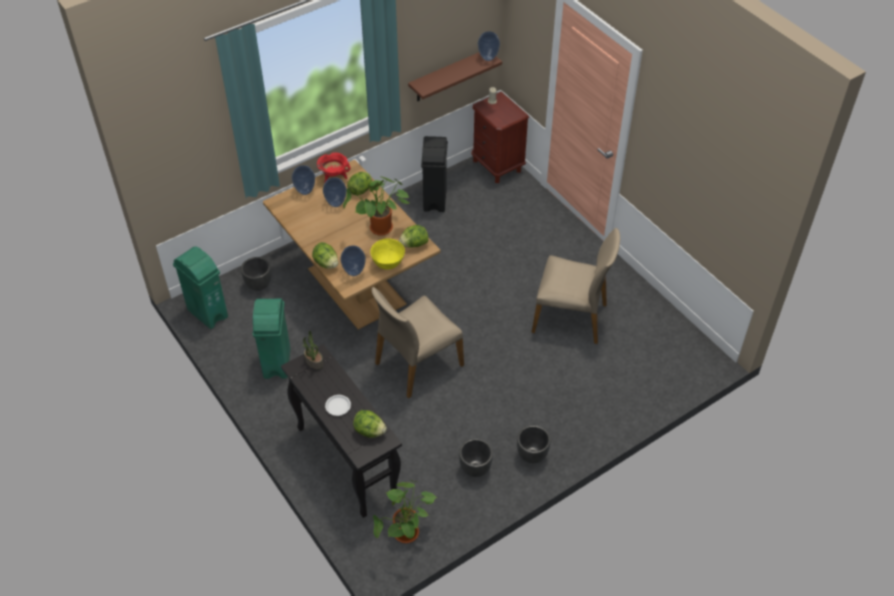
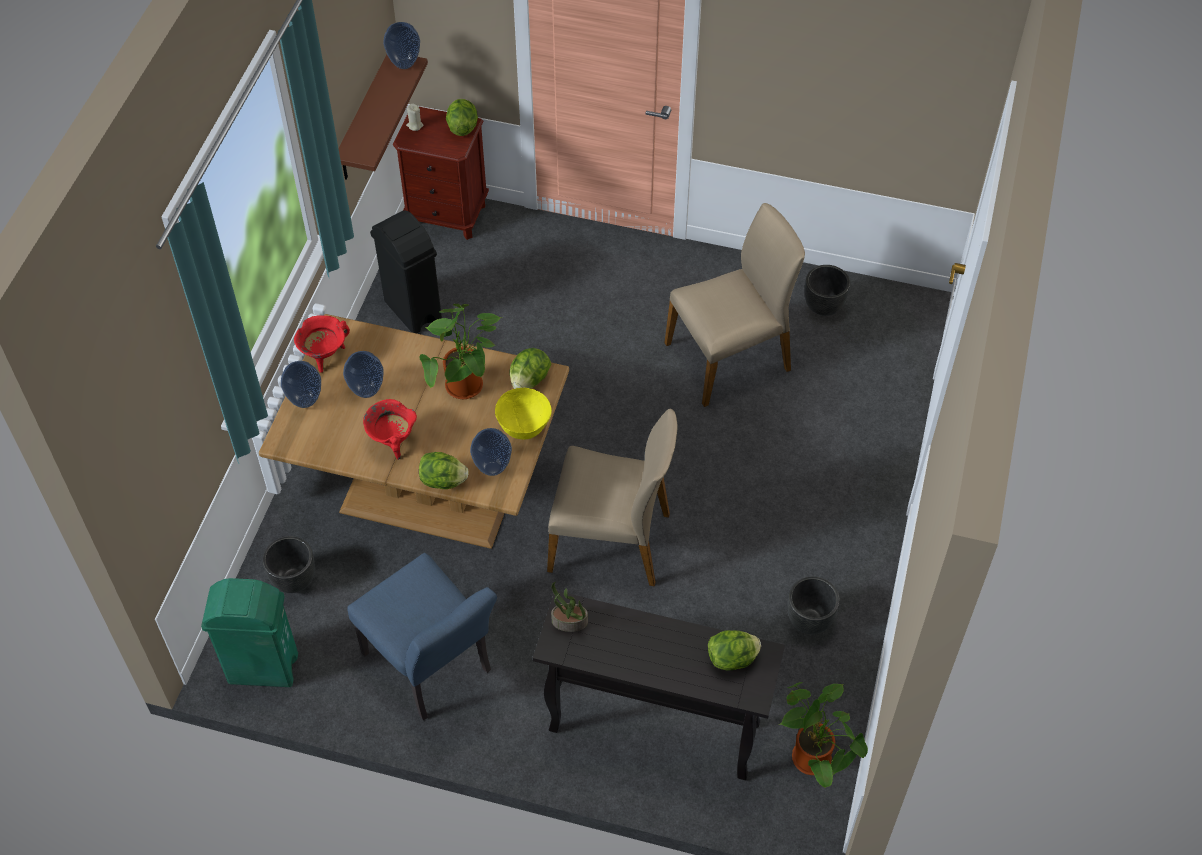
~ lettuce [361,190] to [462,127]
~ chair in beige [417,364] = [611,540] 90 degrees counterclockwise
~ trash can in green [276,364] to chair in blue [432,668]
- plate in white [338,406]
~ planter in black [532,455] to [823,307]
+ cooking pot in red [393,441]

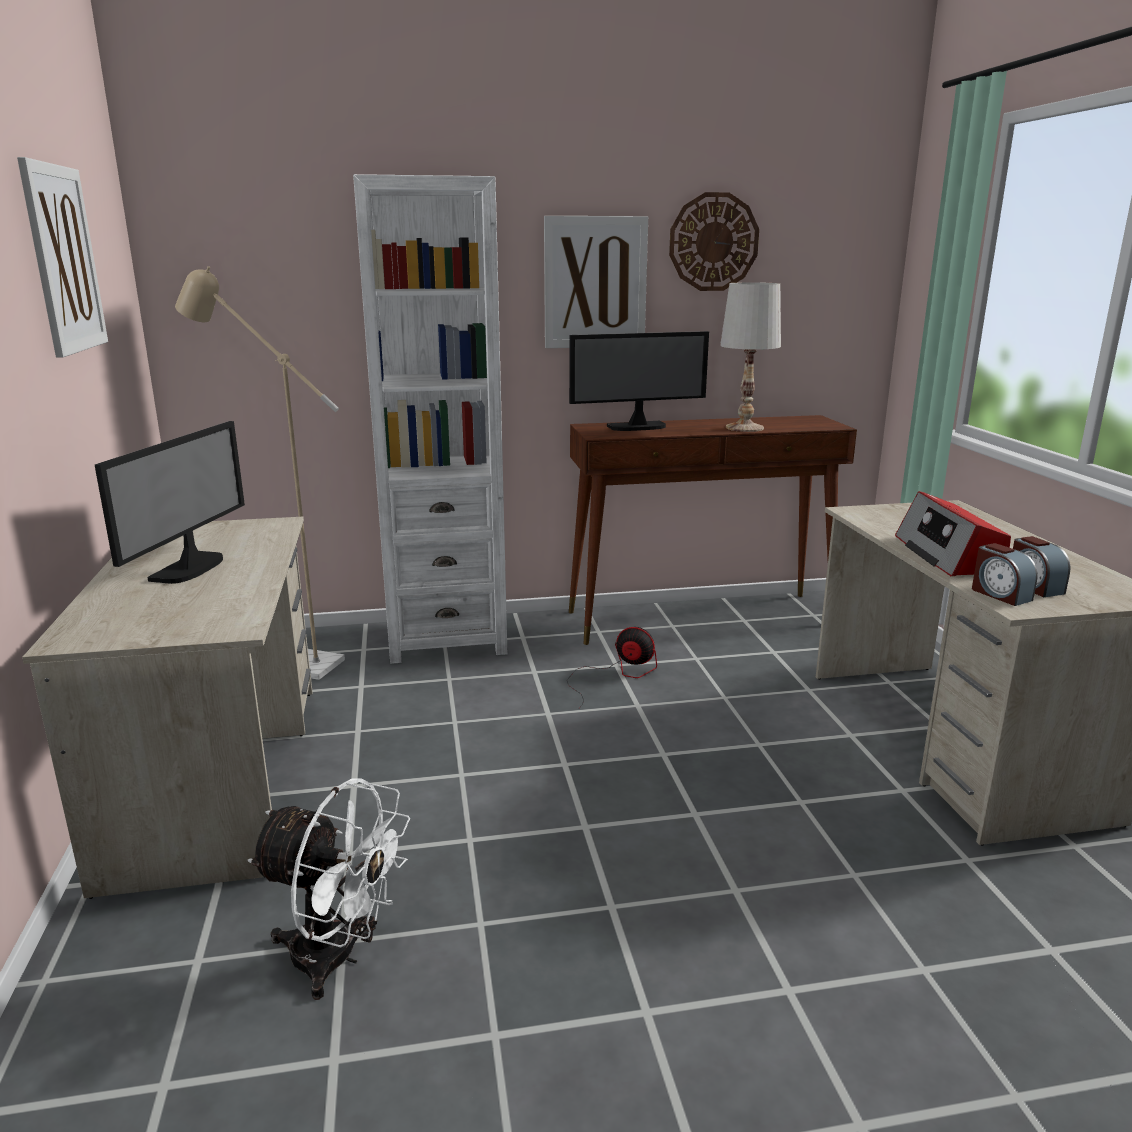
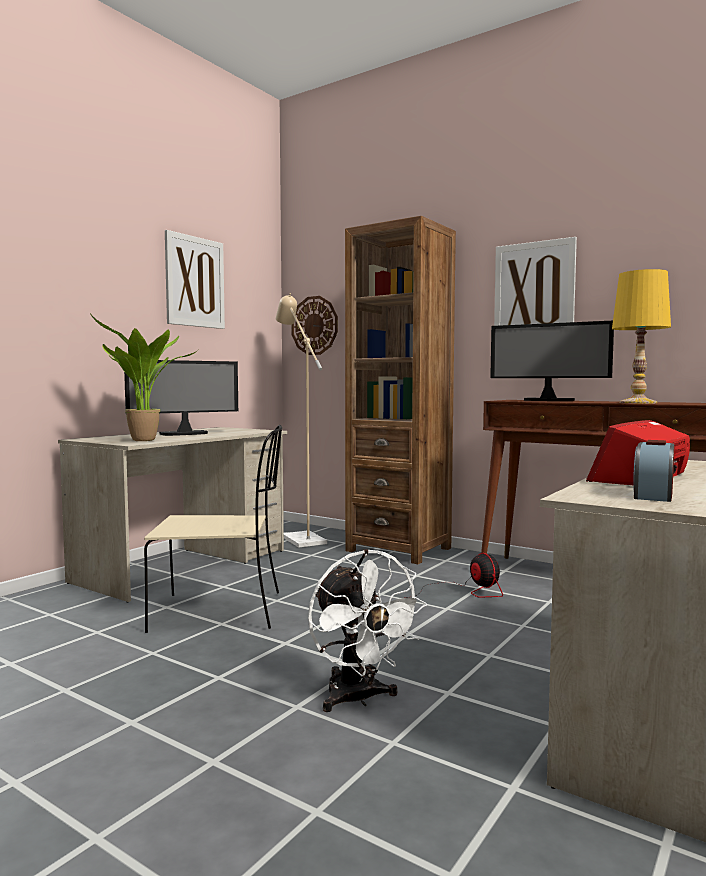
~ bookcase in white [446,638] to bookcase in brown [399,549]
~ wall clock [713,242] to [314,325]
~ table lamp in white [744,428] to table lamp in yellow [637,402]
- alarm clock [1000,594]
~ fan in white [339,958] to [358,699]
+ potted plant [143,441]
+ chair in beige [221,611]

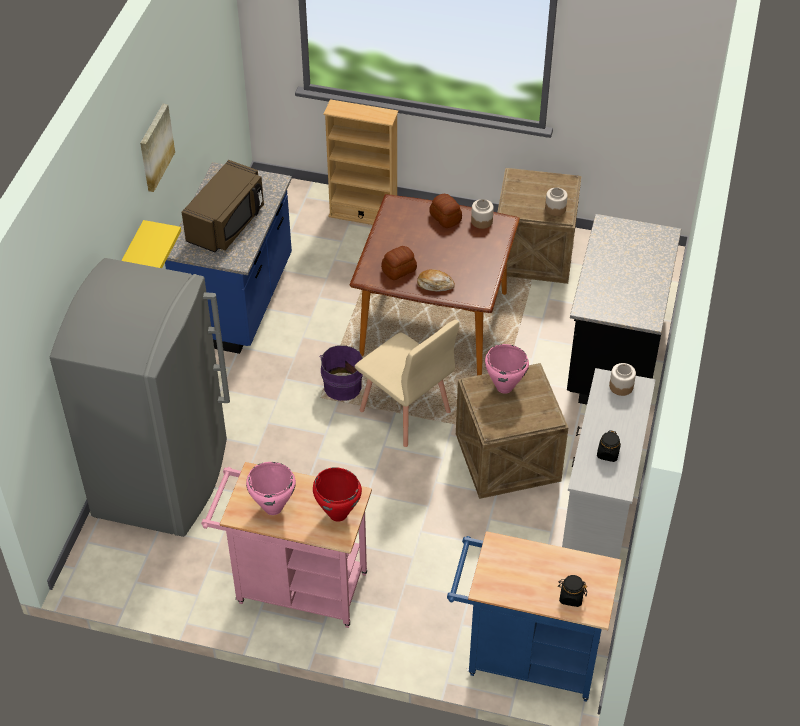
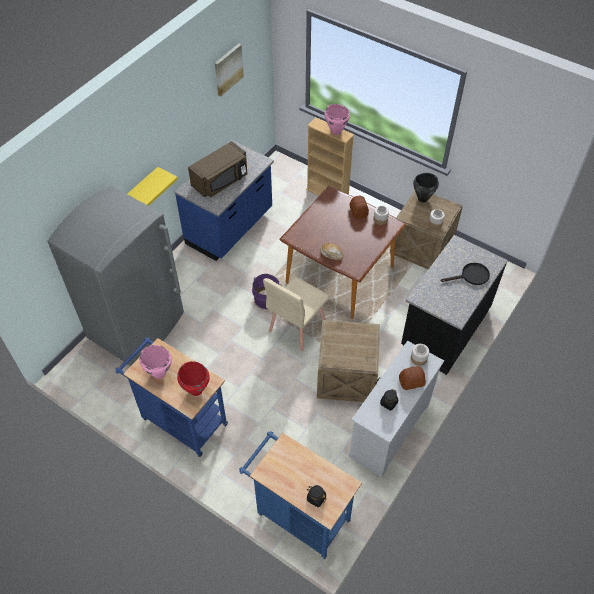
~ picture [155,147] to [228,69]
~ bread [399,270] to [412,382]
~ chair in beige [405,412] = [296,327] 60 degrees clockwise
~ cooking pot in pink [504,387] to [336,131]
~ cart in pink [294,587] to cart in blue [180,419]
+ cooking pot in black [422,198]
+ frying pan in black [471,276]

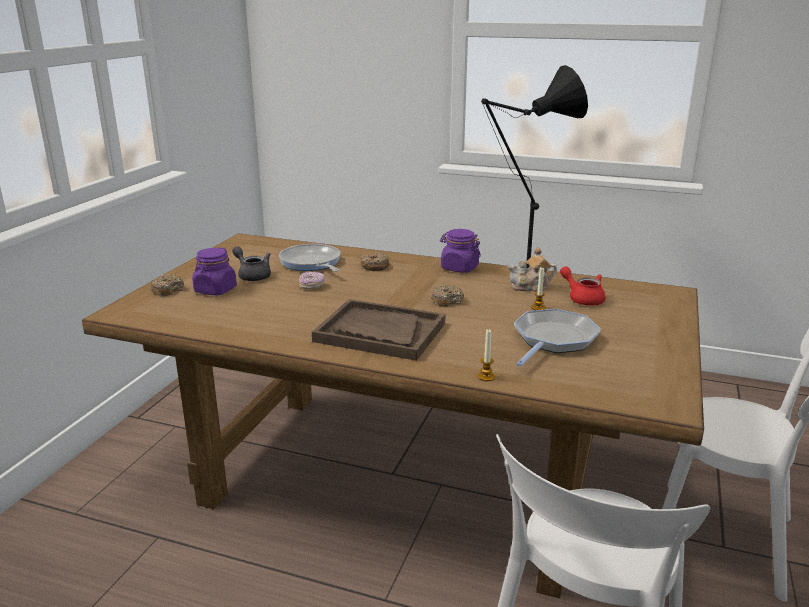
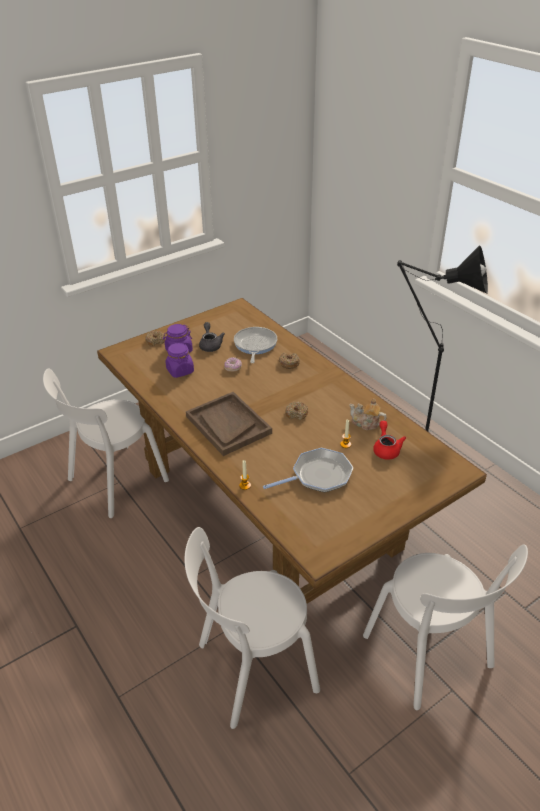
~ jar in purple [459,268] to [180,370]
+ chair in white [114,482]

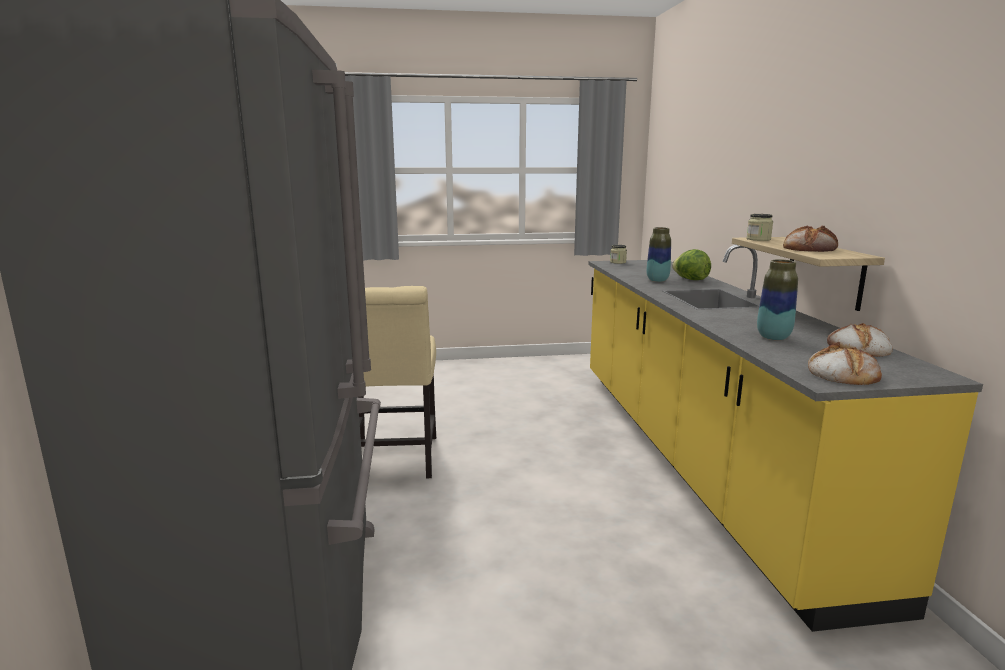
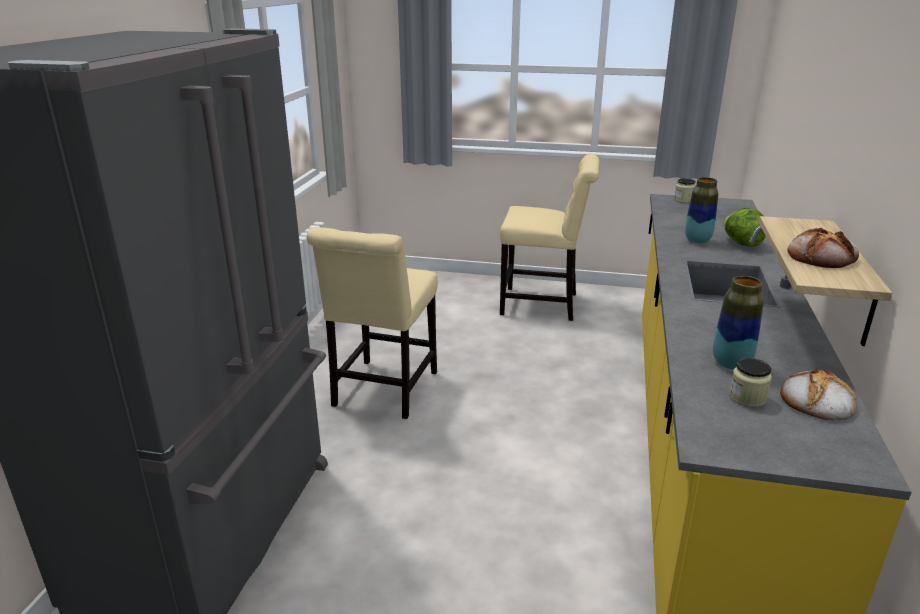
~ jar [758,239] to [747,398]
- bread [841,373]
+ chair in beige [544,305]

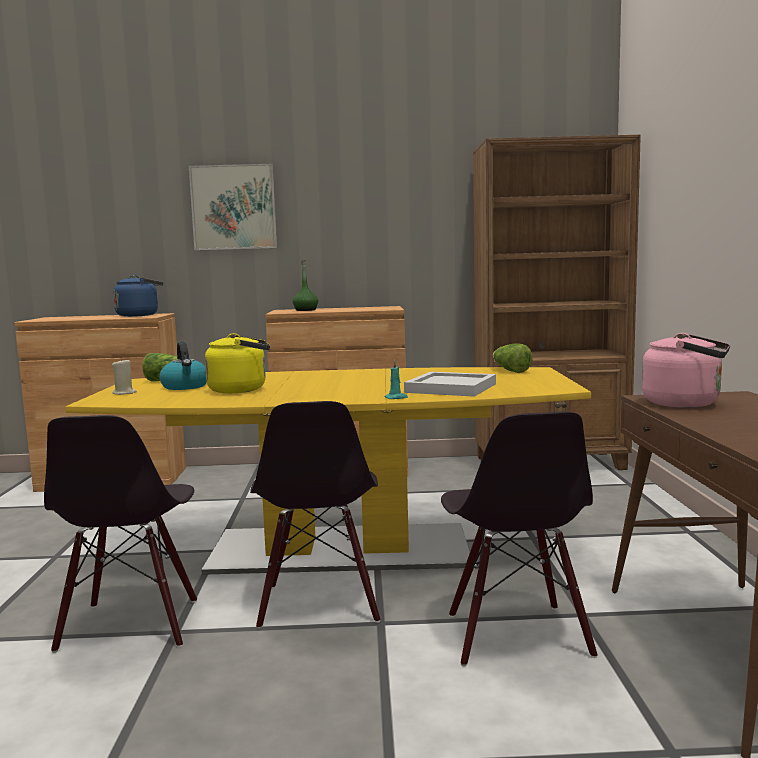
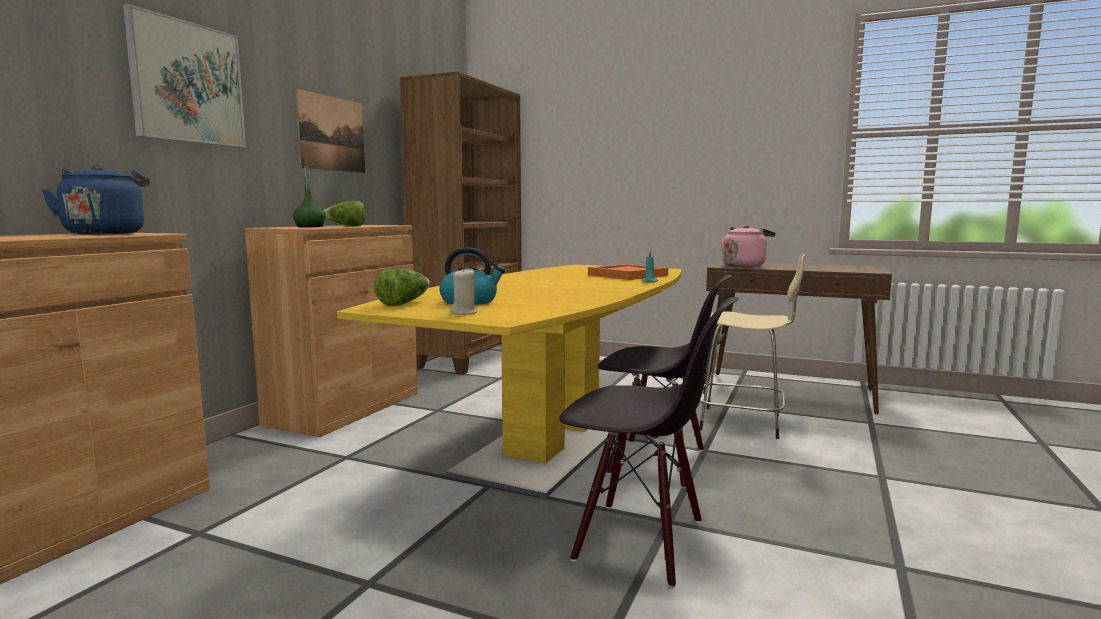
- kettle in yellow [241,390]
~ lettuce [510,371] to [346,226]
~ tray in white [450,388] to tray in orange [626,275]
~ chair in black [516,635] to stool in beige [744,423]
+ picture [332,134]

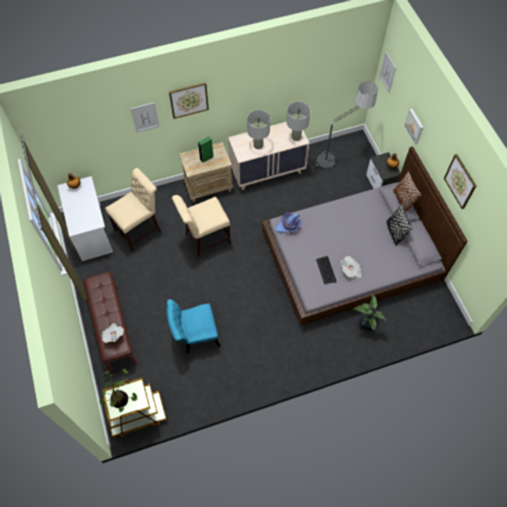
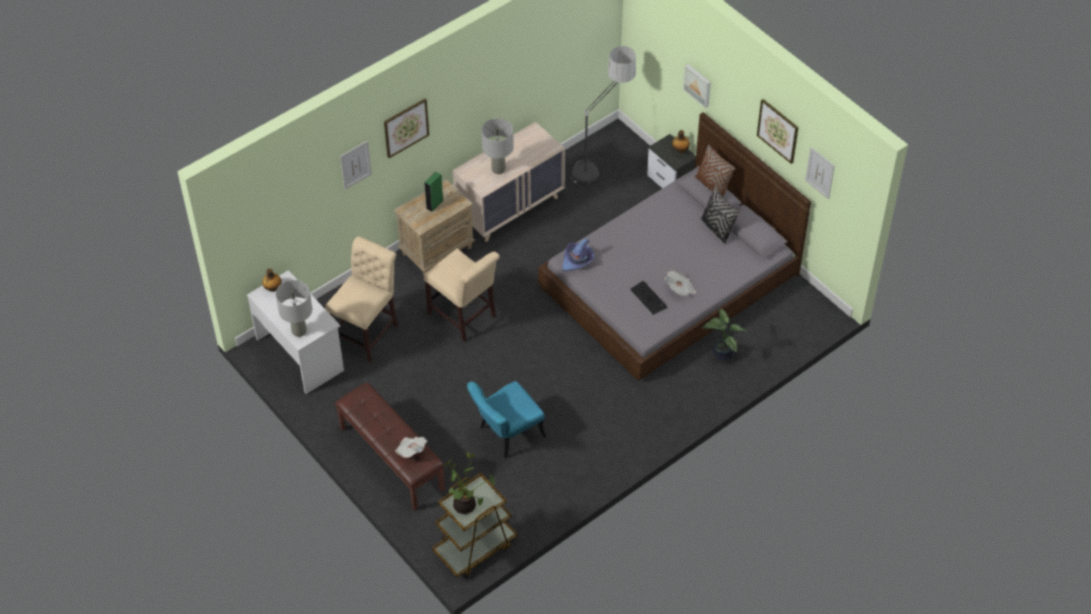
~ picture [387,72] to [820,172]
~ table lamp in grey [296,137] to [299,331]
~ chair in beige [205,239] = [464,317] 90 degrees counterclockwise

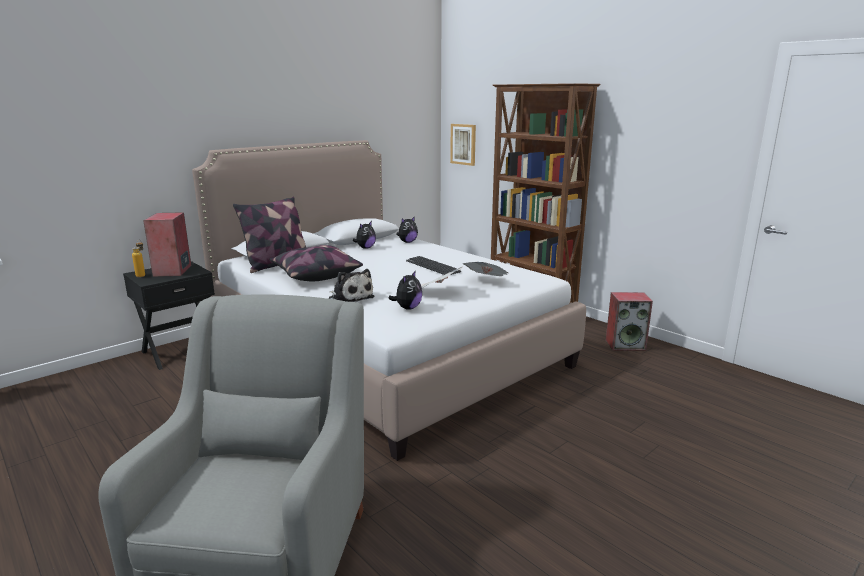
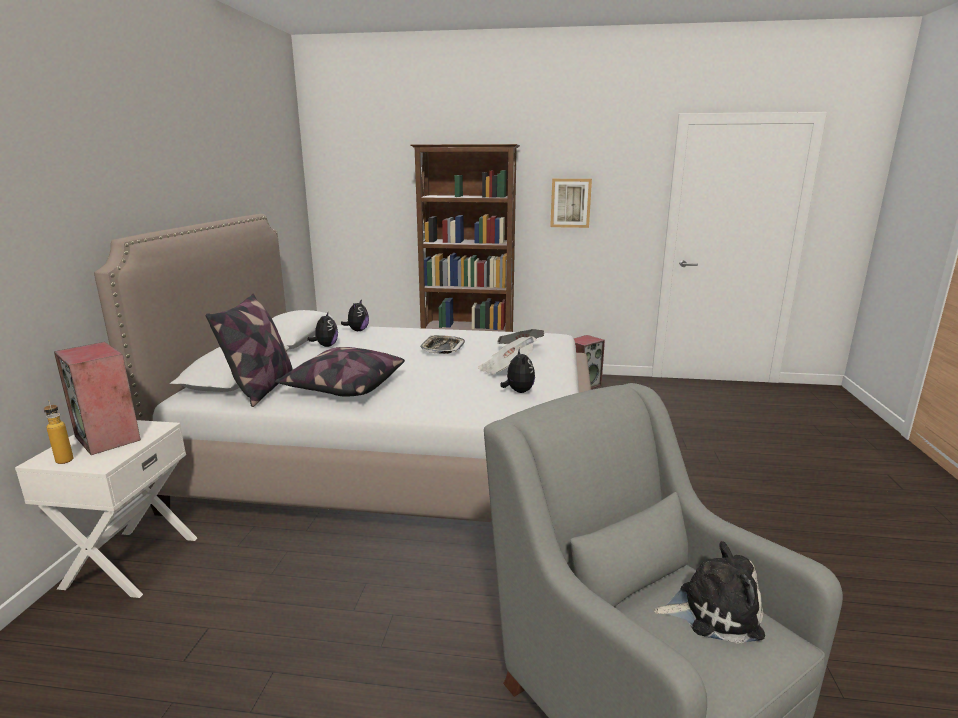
~ picture [463,144] to [570,203]
~ keyboard [432,266] to tray [442,348]
~ nightstand in black [179,351] to nightstand in white [130,561]
~ plush toy [350,298] to [713,611]

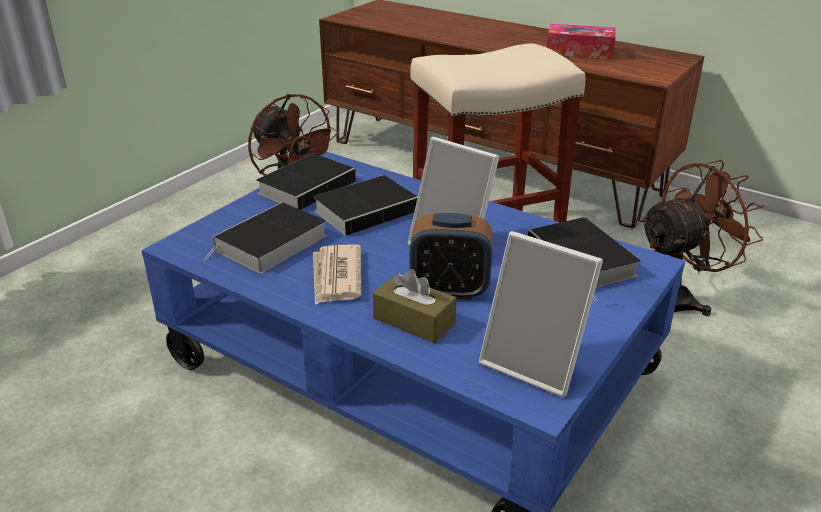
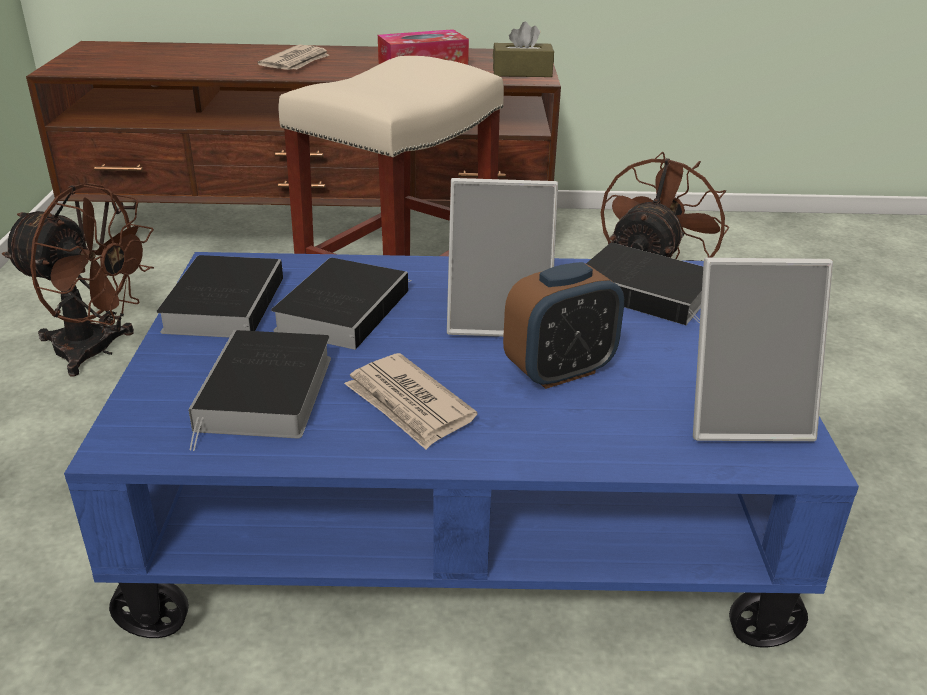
~ tissue box in brown [414,321] to [522,72]
+ newspaper [296,62]

